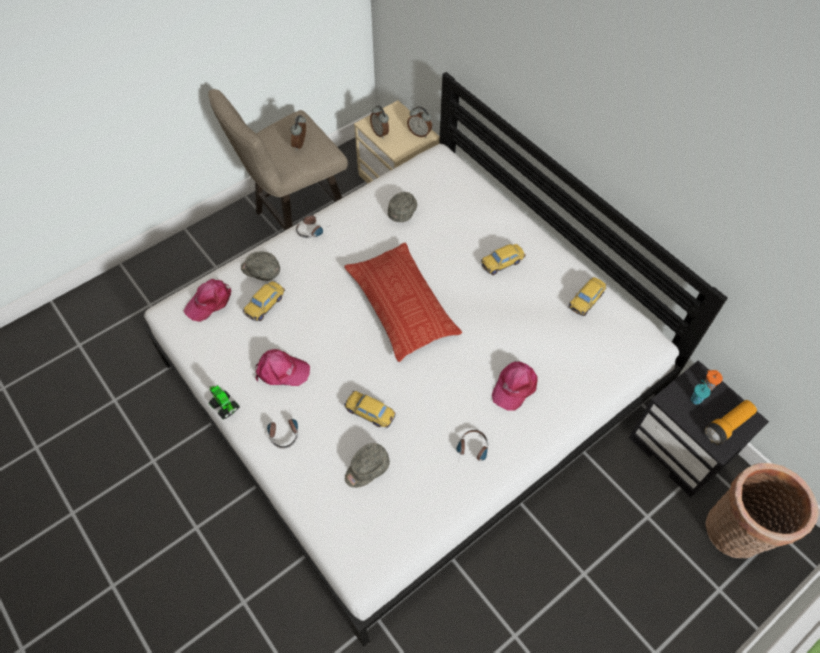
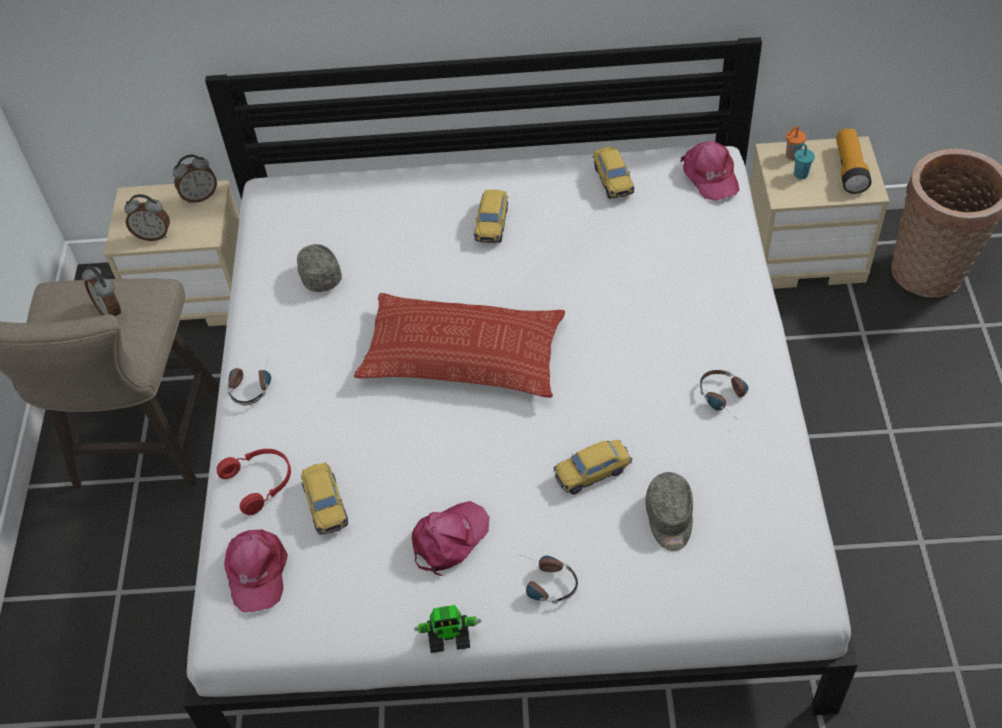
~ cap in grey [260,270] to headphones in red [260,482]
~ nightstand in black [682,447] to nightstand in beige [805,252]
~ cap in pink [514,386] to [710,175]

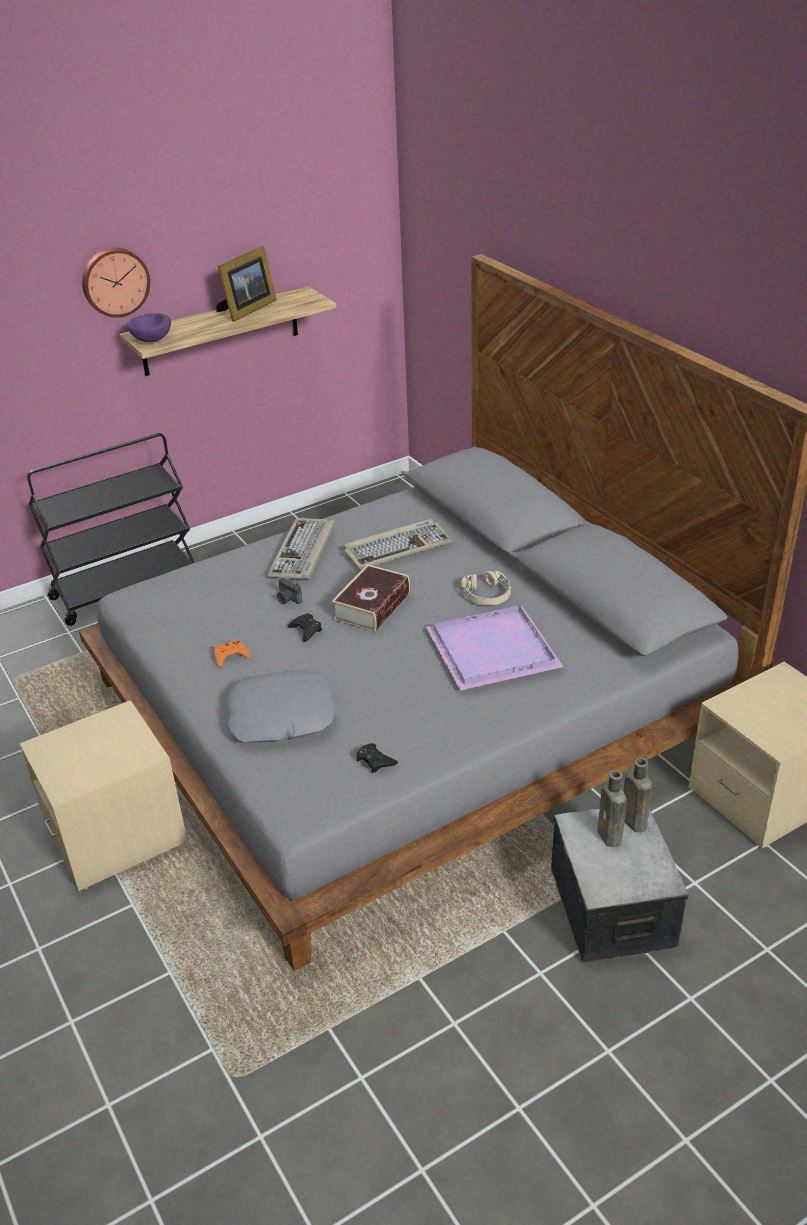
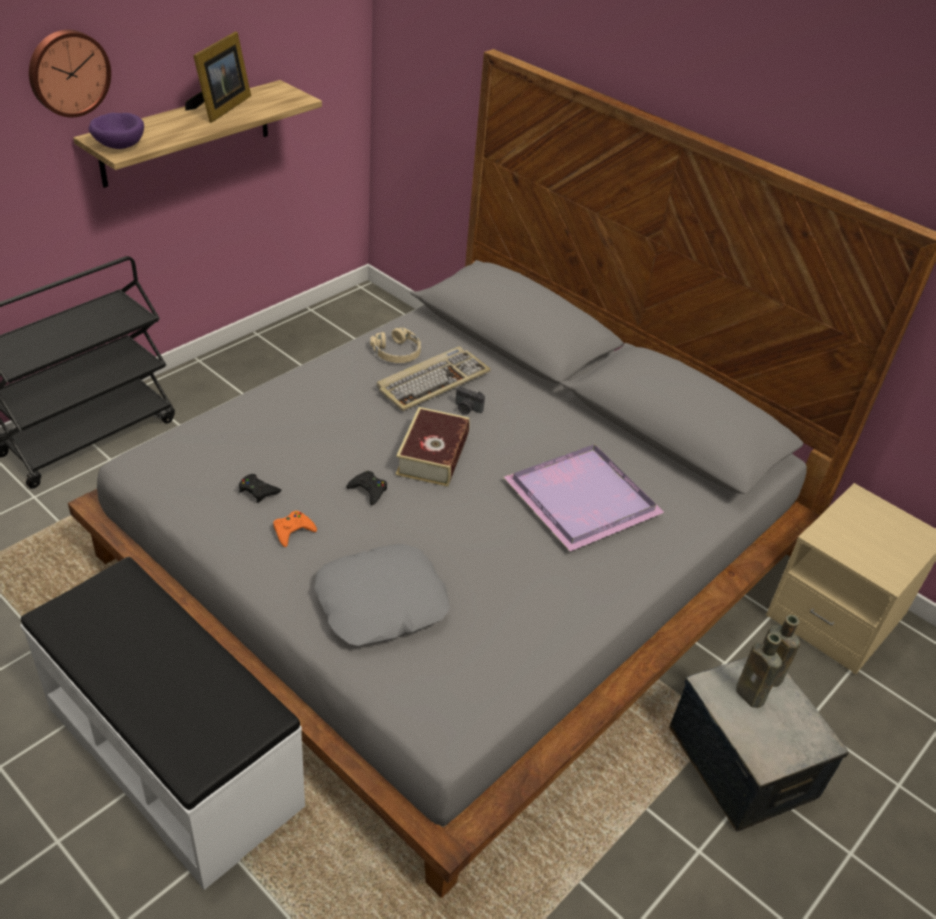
- keyboard [303,552]
~ headphones in beige [487,595] to [397,352]
~ photo camera [288,599] to [467,409]
~ nightstand in beige [116,835] to bench in white [175,755]
~ game controller in black [375,761] to [258,491]

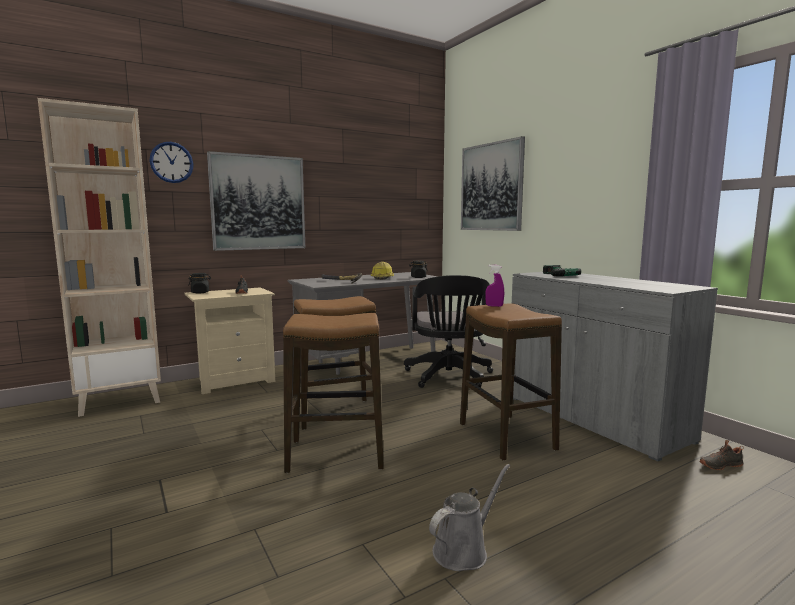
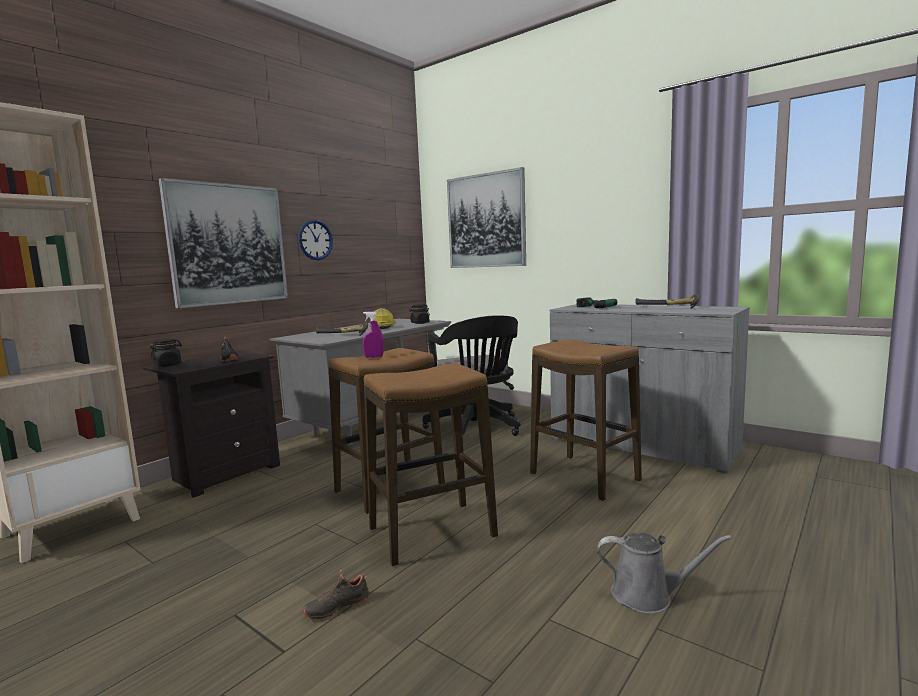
~ wall clock [171,162] to [315,240]
~ spray bottle in purple [494,306] to [374,357]
~ nightstand in beige [235,380] to nightstand in black [224,473]
~ shoe in black [719,465] to [336,606]
~ watering can in grey [464,550] = [648,596] 75 degrees clockwise
+ hammer [668,307]

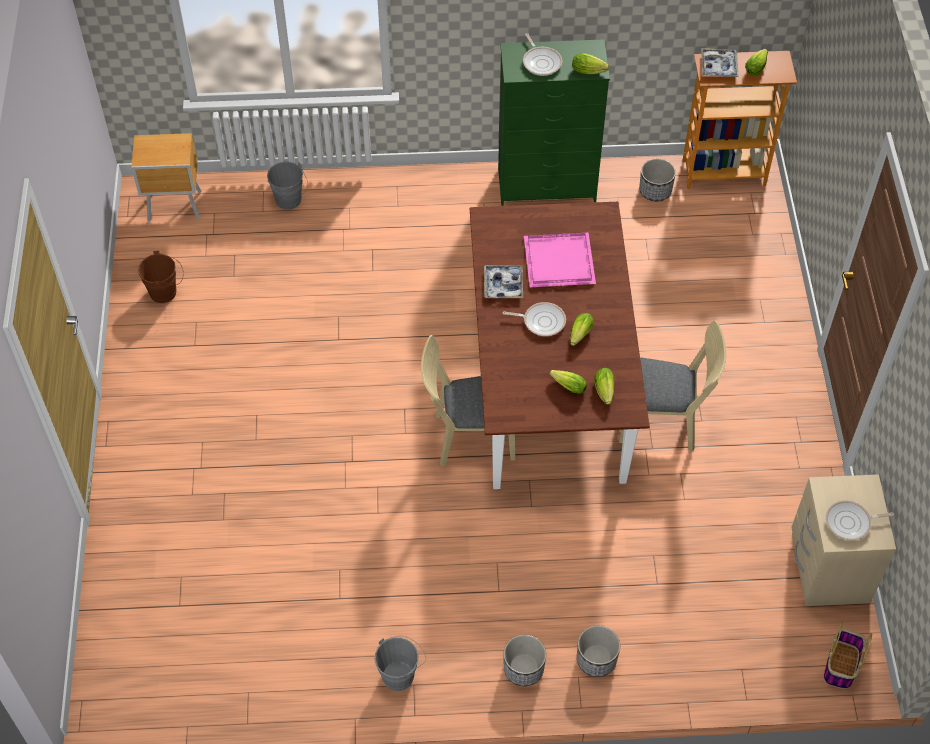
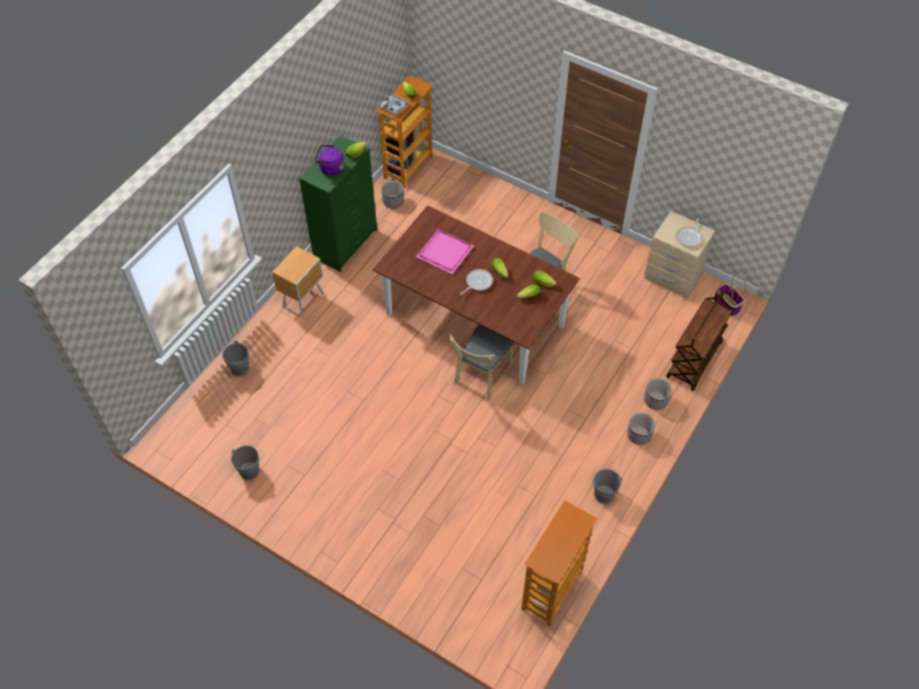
~ frying pan [541,62] to kettle in purple [330,169]
~ nightstand in brown [176,207] to [304,300]
~ bucket in brown [166,292] to bucket in grey [251,469]
- tray [503,285]
+ cart in brown [694,361]
+ bookcase [552,591]

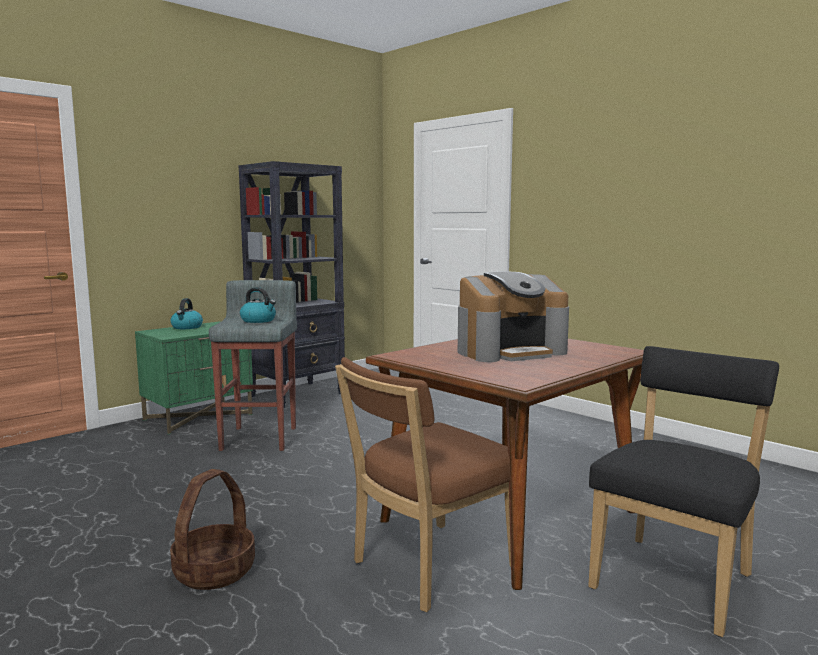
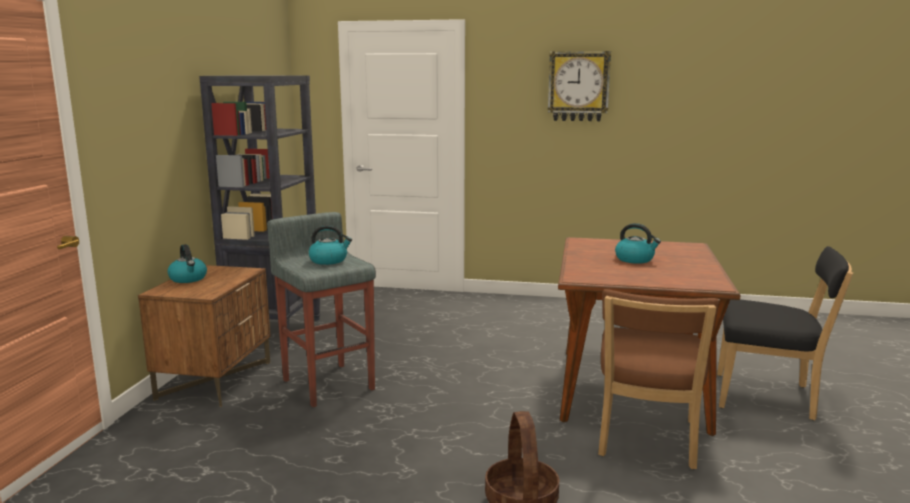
~ coffee machine [510,351] to kettle [635,259]
~ nightstand in green [199,417] to nightstand in brown [215,380]
~ chair in black [675,578] = [769,398] 105 degrees clockwise
+ wall clock [578,86]

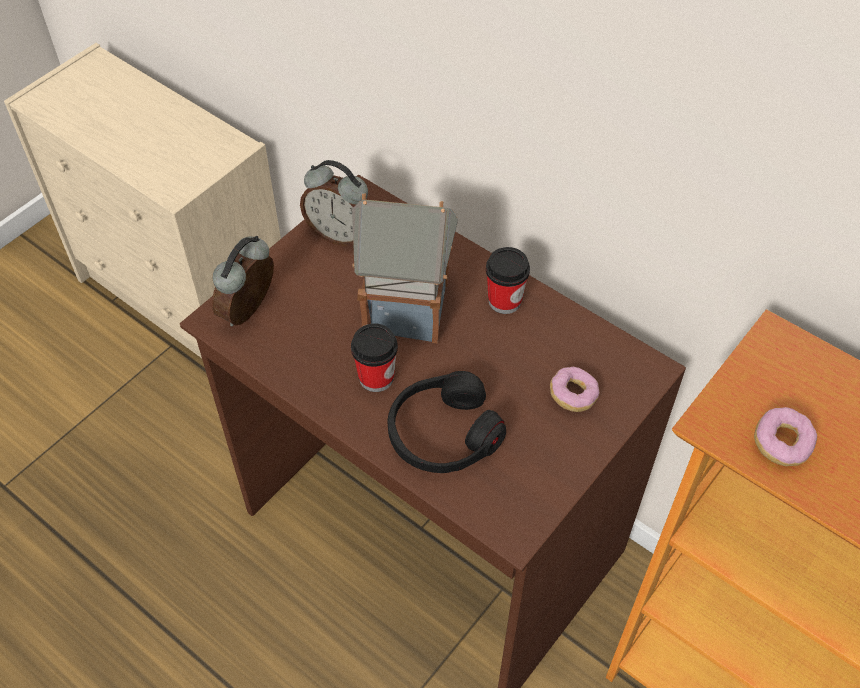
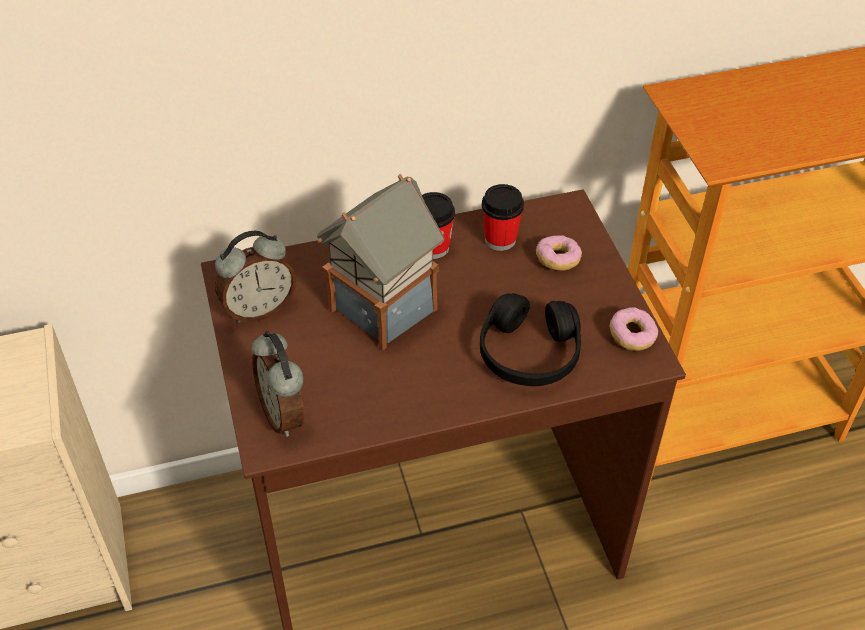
~ cup [376,377] to [500,239]
~ donut [781,444] to [632,336]

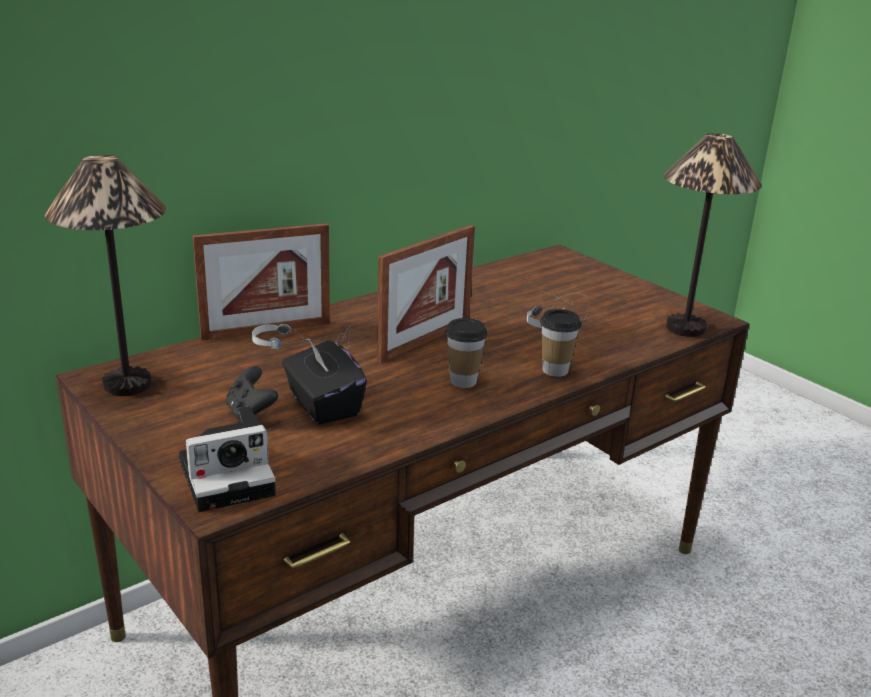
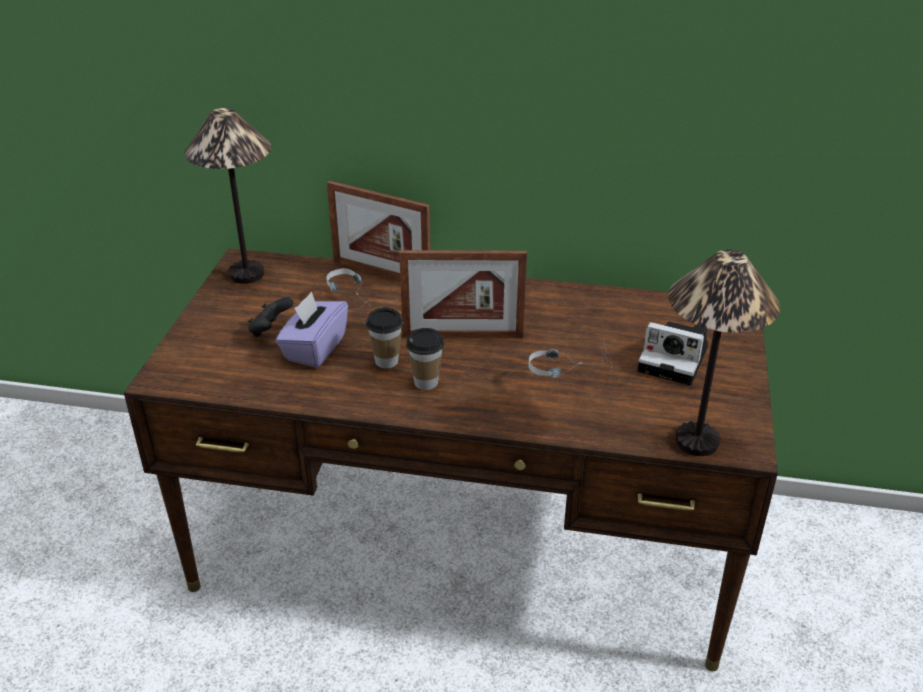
~ cup [555,370] to [386,361]
~ tissue box in black [323,405] to tissue box in purple [314,348]
~ photo camera [230,476] to [676,360]

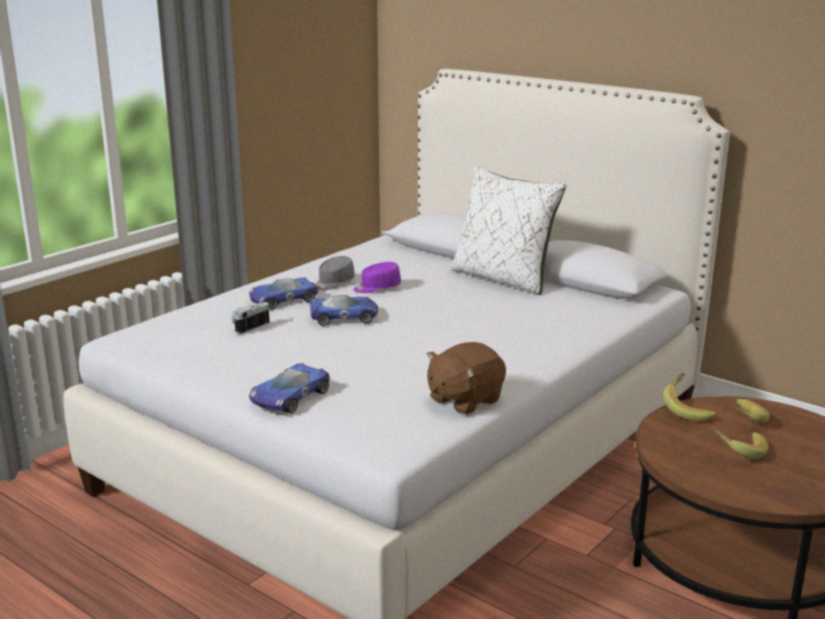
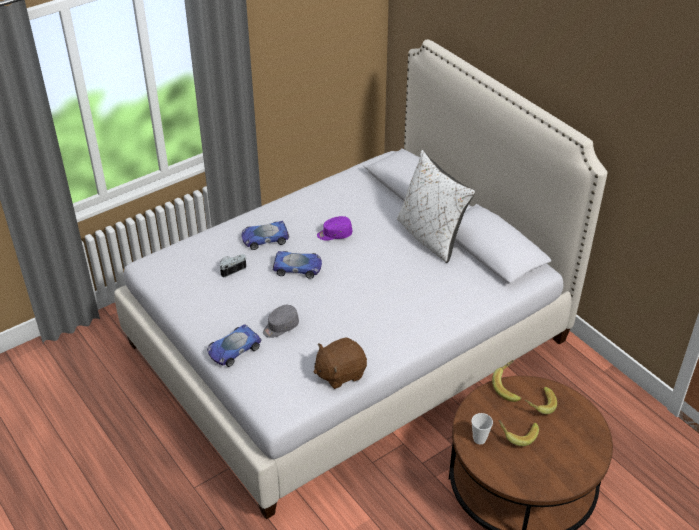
~ cap in grey [333,283] to [280,327]
+ cup [479,439]

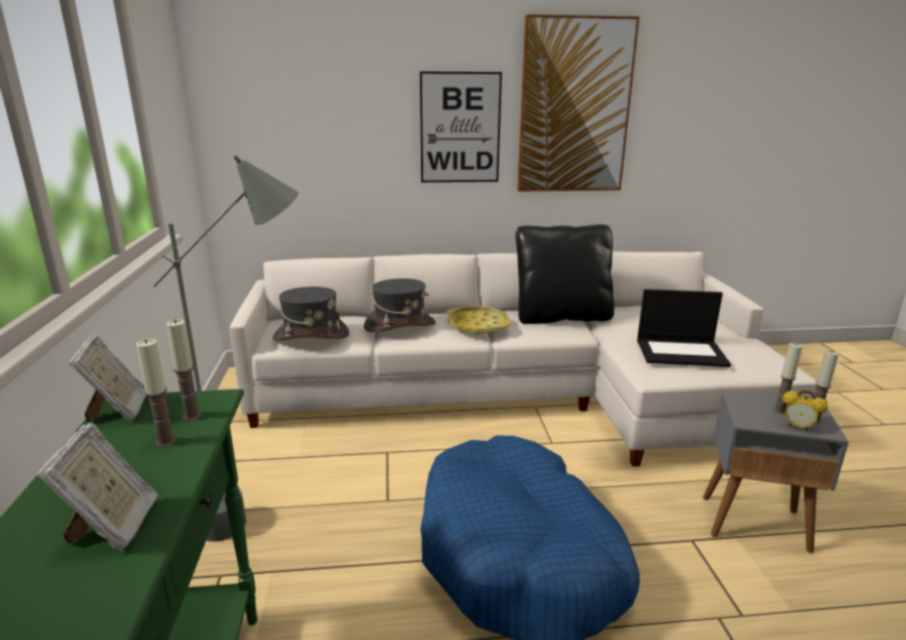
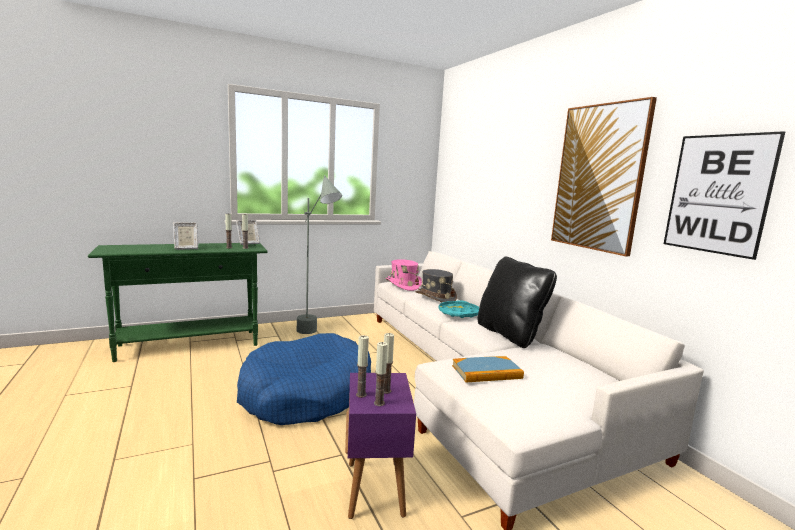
~ picture [460,128] to [718,194]
~ hat in grey [311,335] to hat in pink [403,285]
~ laptop [682,352] to book [486,372]
~ tray in yellow [477,325] to tray in turquoise [459,313]
~ alarm clock [798,427] to candle [361,394]
~ side table in grey [756,523] to side table in purple [375,489]

